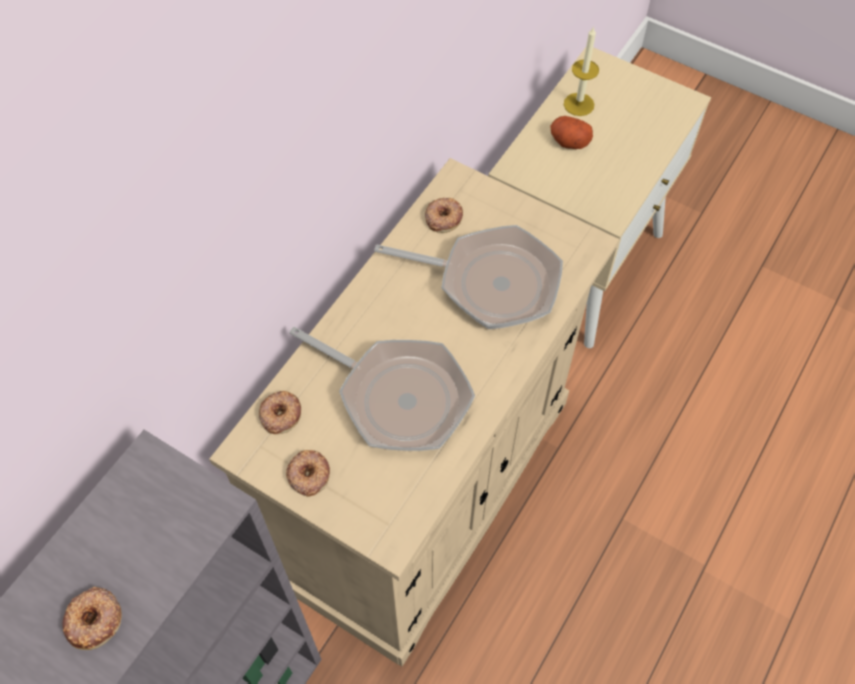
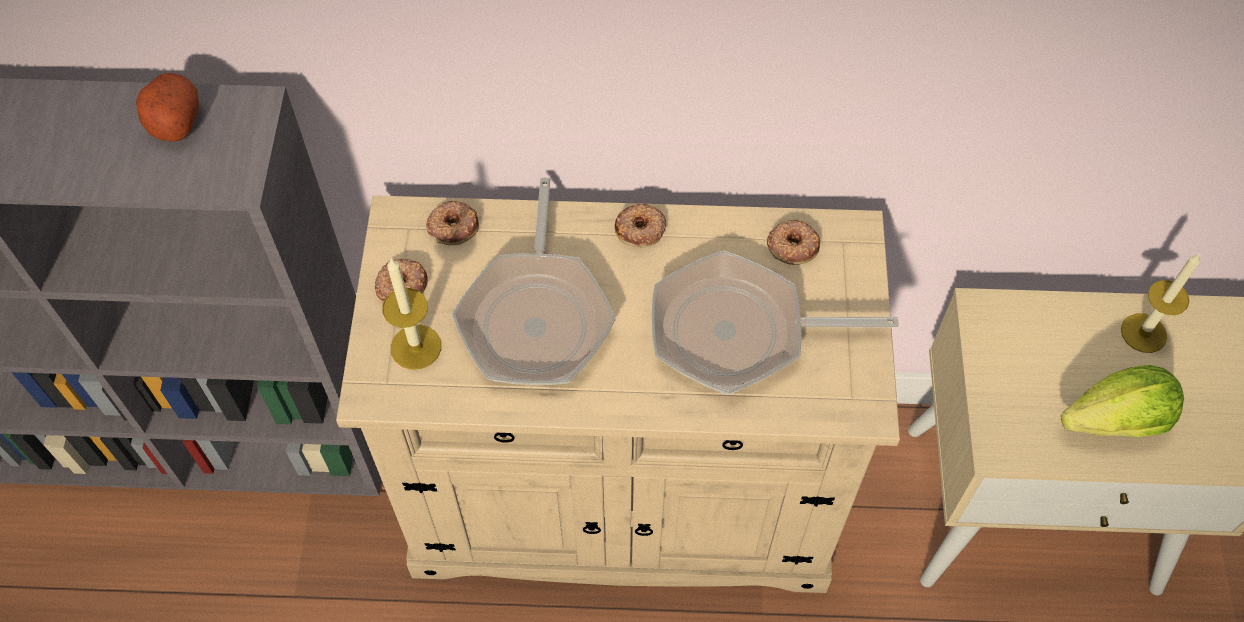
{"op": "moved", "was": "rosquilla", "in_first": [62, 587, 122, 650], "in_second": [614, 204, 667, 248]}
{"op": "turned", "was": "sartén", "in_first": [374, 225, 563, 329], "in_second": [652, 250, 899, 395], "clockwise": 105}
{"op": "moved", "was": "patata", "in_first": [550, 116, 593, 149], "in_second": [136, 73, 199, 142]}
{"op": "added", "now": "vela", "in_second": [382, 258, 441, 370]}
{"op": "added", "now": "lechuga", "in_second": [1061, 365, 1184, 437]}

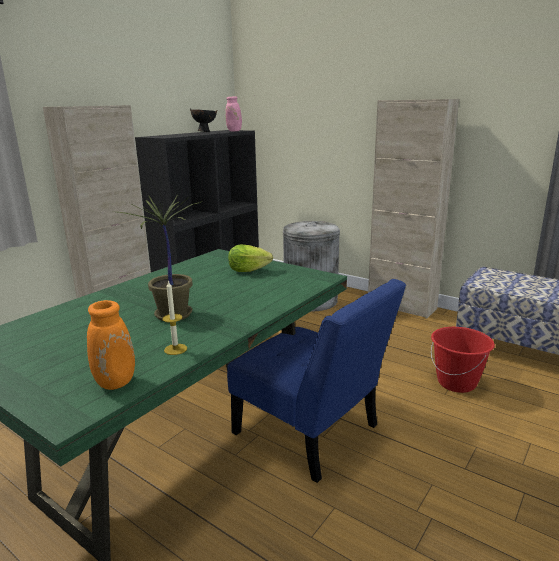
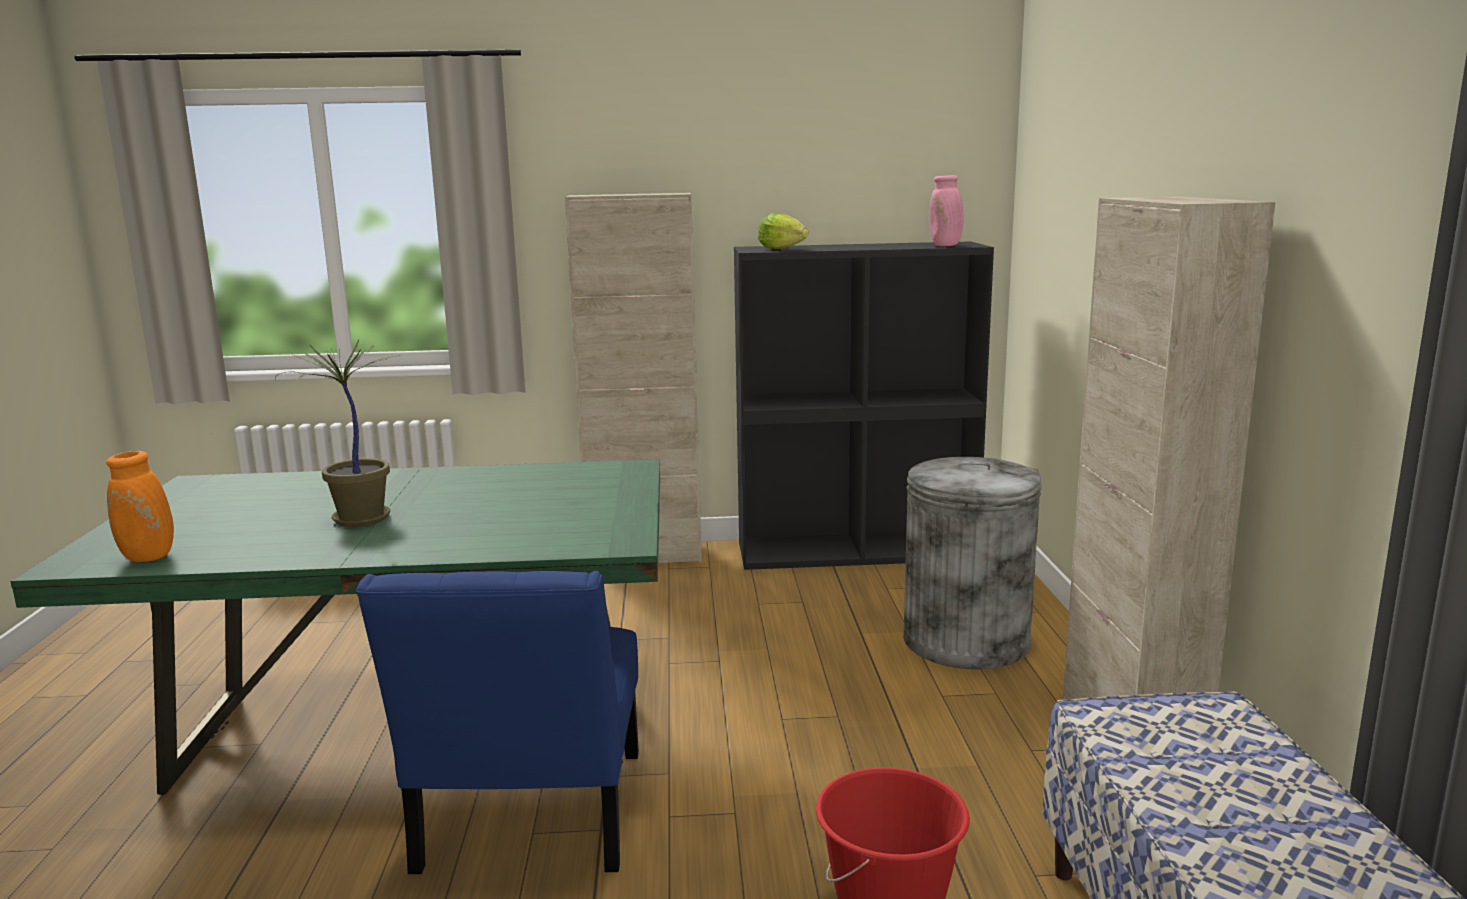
{"op": "removed", "was": "vela", "in_first": [162, 280, 187, 355]}
{"op": "removed", "was": "cuenco/negro", "in_first": [190, 109, 217, 132]}
{"op": "moved", "was": "lechuga", "in_first": [228, 245, 273, 272], "in_second": [758, 213, 808, 249]}

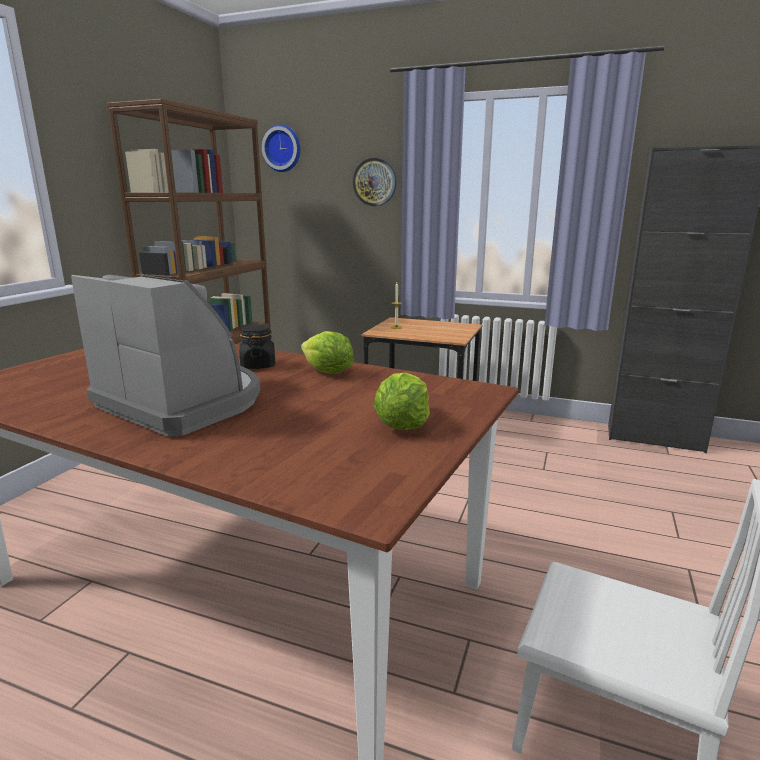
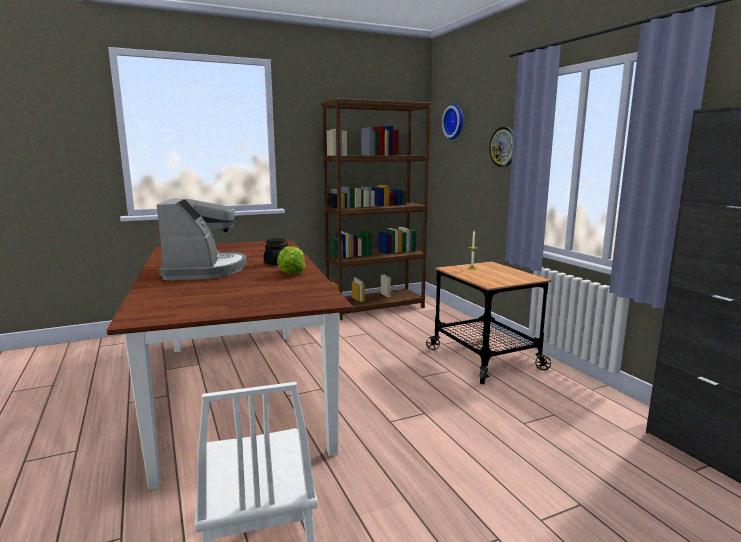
{"op": "removed", "was": "lechuga", "in_first": [374, 372, 430, 430]}

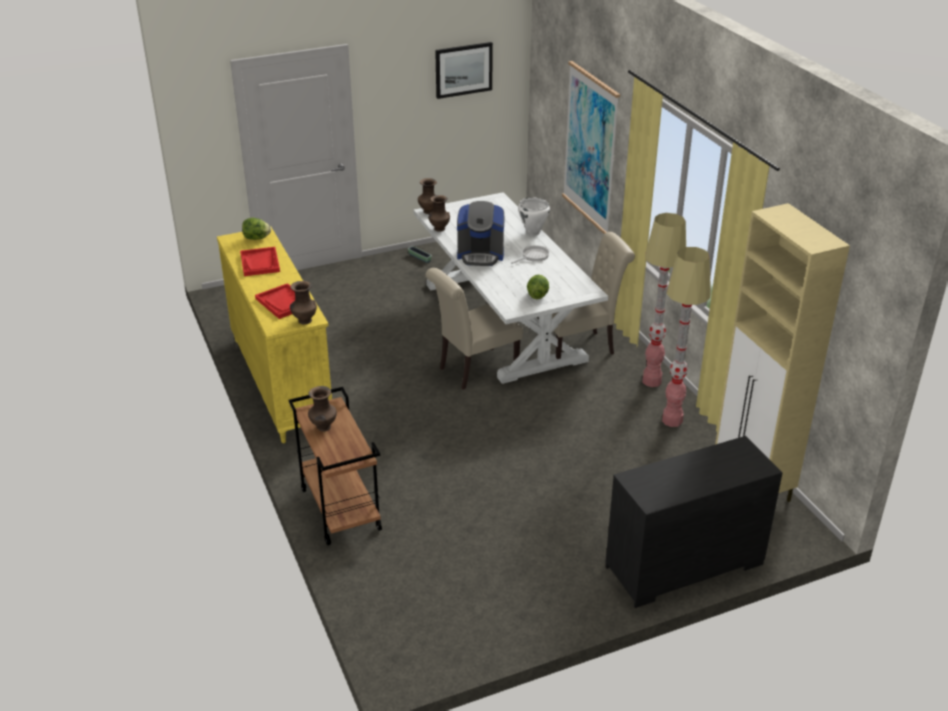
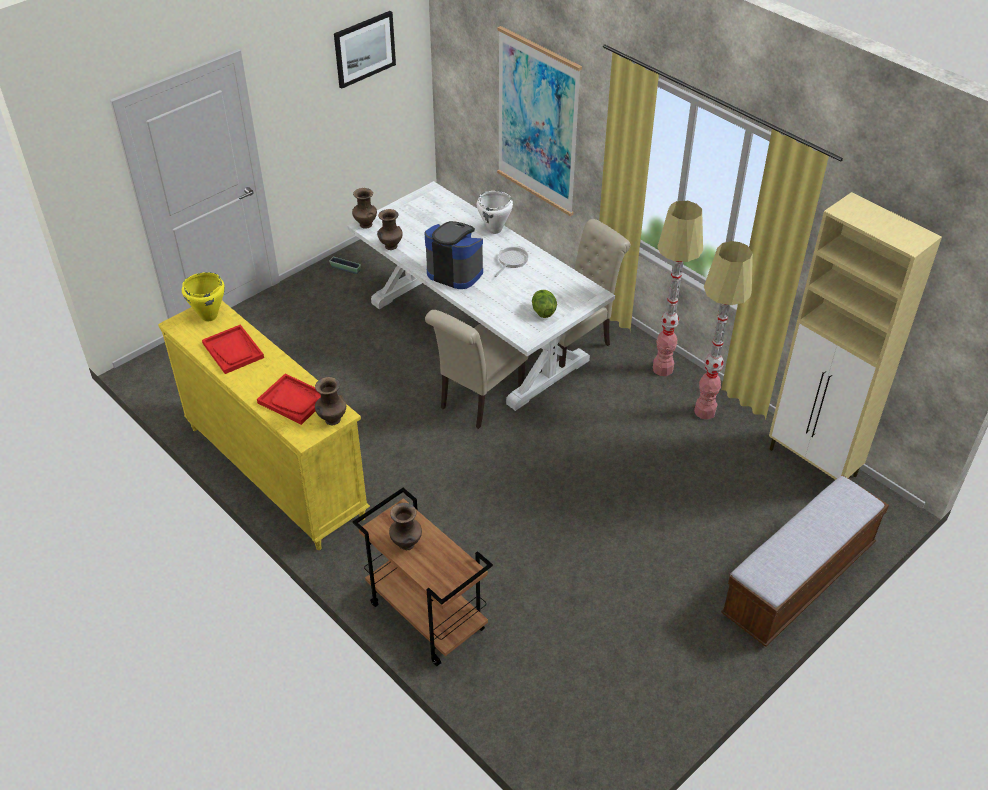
{"op": "replaced", "was": "lechuga", "now": "olla/amarillo", "in_first": [242, 218, 271, 240], "in_second": [182, 272, 225, 321]}
{"op": "turned", "was": "cafetera", "in_first": [457, 201, 504, 266], "in_second": [425, 221, 483, 289], "clockwise": -135}
{"op": "replaced", "was": "cómoda/negro", "now": "banco", "in_first": [605, 436, 782, 608], "in_second": [721, 475, 889, 647]}

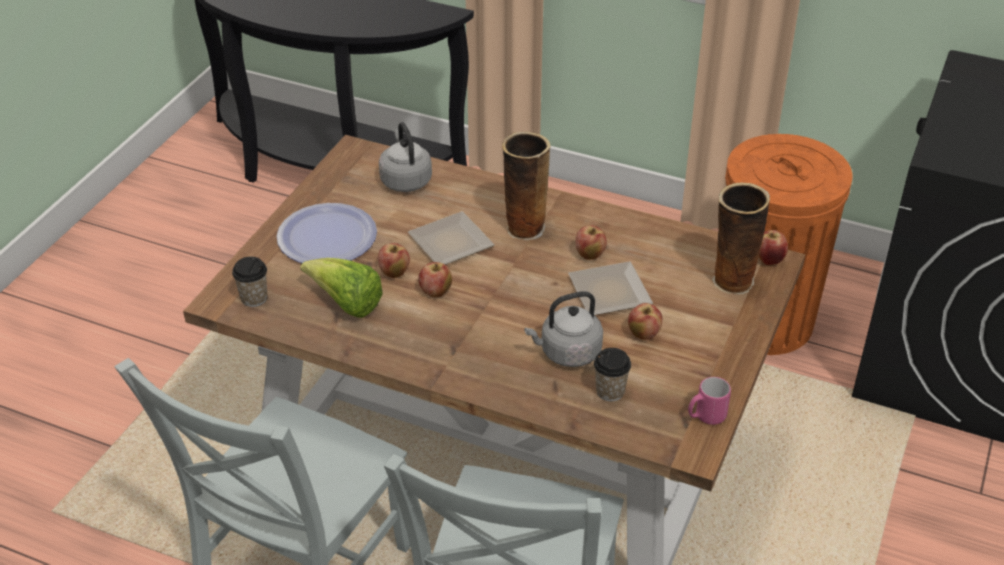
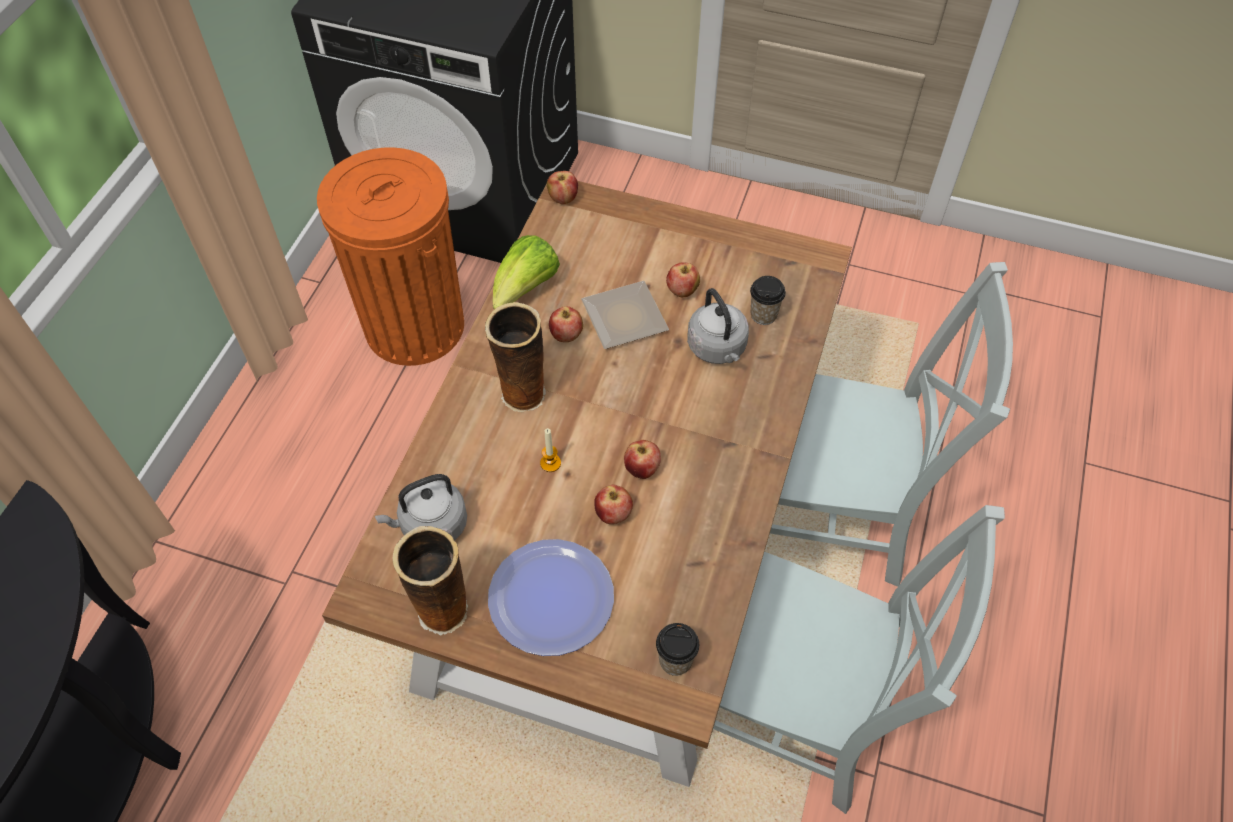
{"op": "moved", "was": "lechuga", "in_first": [300, 258, 383, 318], "in_second": [493, 235, 560, 309]}
{"op": "replaced", "was": "plato", "now": "vela", "in_first": [408, 211, 495, 265], "in_second": [540, 428, 561, 472]}
{"op": "removed", "was": "taza grande/rosa", "in_first": [688, 377, 731, 425]}
{"op": "moved", "was": "florero", "in_first": [712, 183, 770, 294], "in_second": [393, 526, 468, 636]}

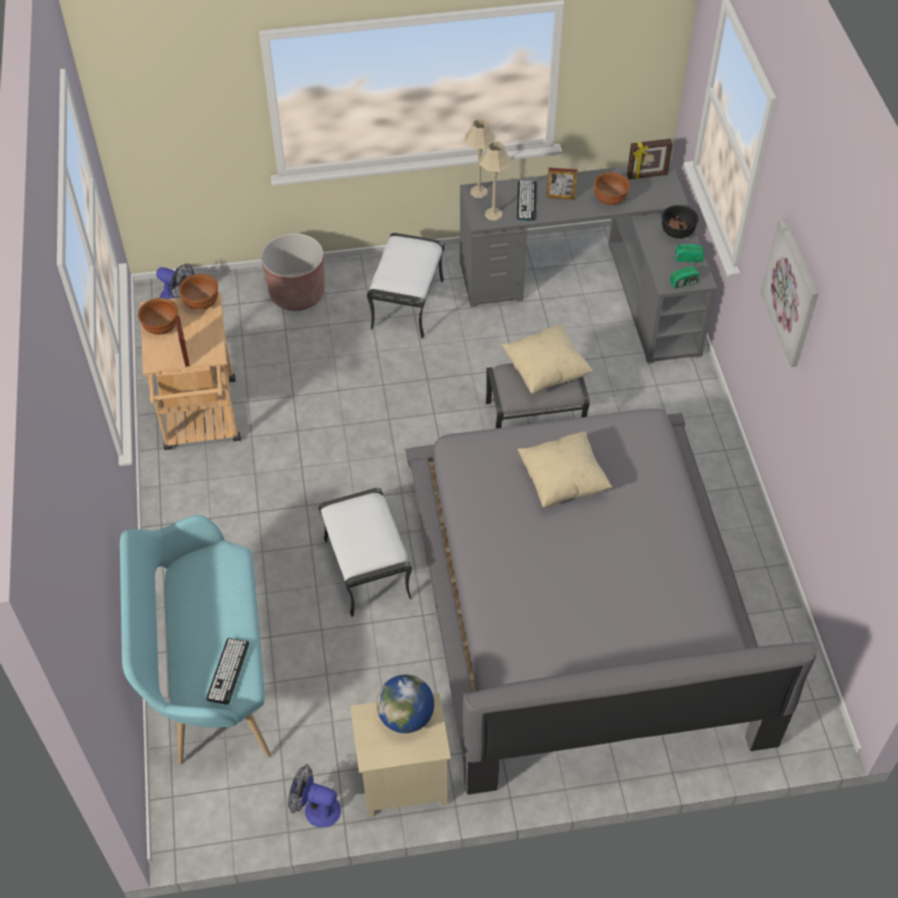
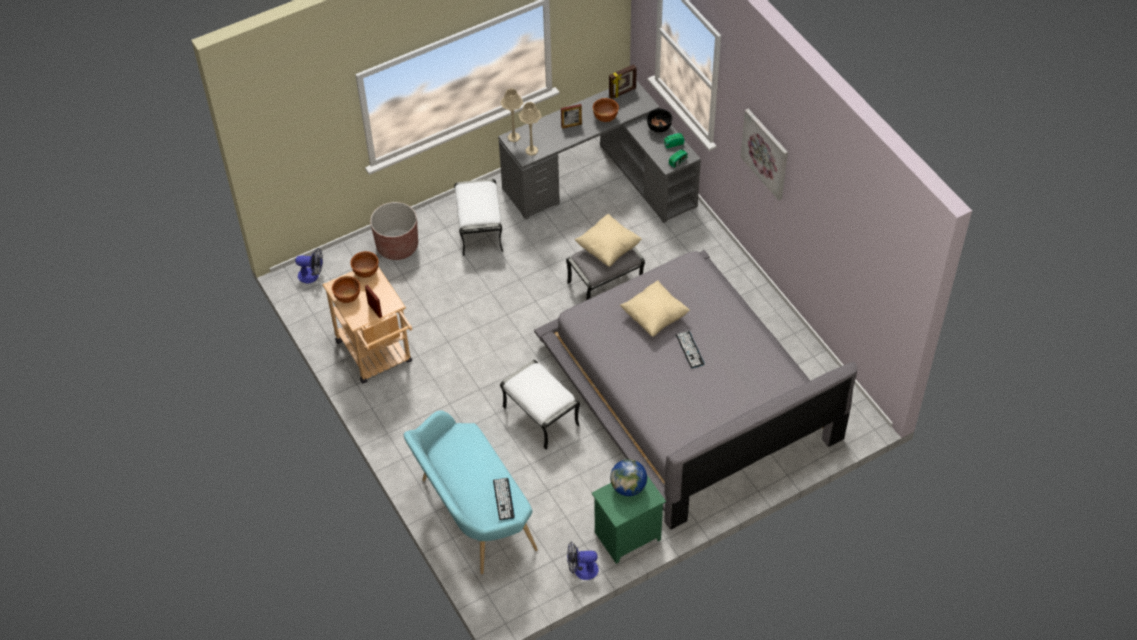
{"op": "recoloured", "was": "mesita de noche/beis", "now": "mesita de noche/verde", "in_first": [350, 693, 451, 817], "in_second": [592, 475, 666, 564]}
{"op": "moved", "was": "teclado", "in_first": [517, 181, 537, 221], "in_second": [676, 331, 705, 368]}

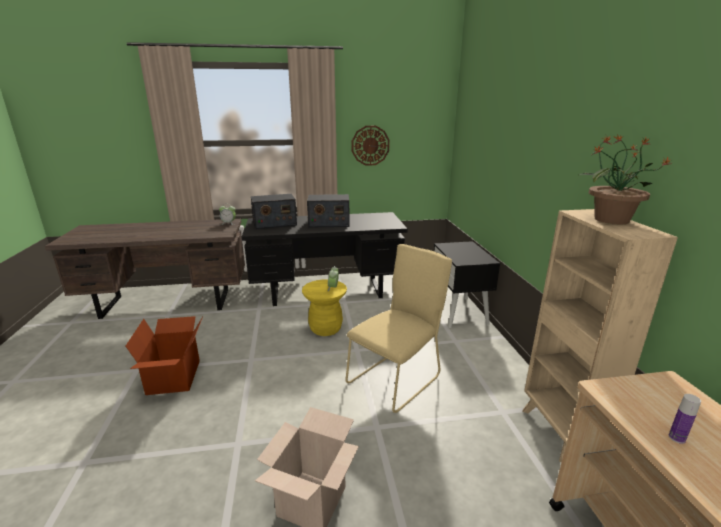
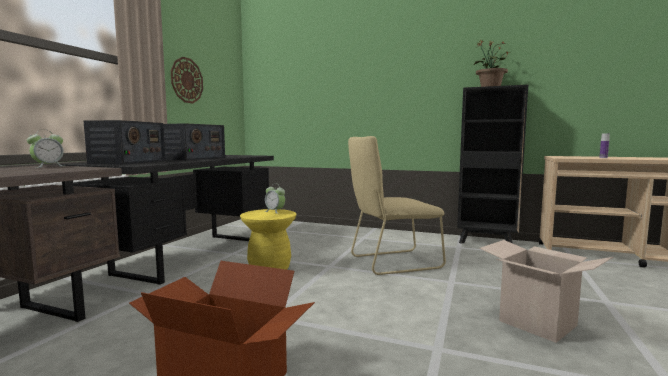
{"op": "turned", "was": "silla/beis", "in_first": [345, 244, 452, 413], "in_second": [348, 136, 446, 275], "clockwise": -90}
{"op": "removed", "was": "mesita de noche/negro", "in_first": [434, 241, 500, 328]}
{"op": "recoloured", "was": "estantería/beis", "now": "estantería/negro", "in_first": [522, 209, 678, 462], "in_second": [457, 85, 528, 244]}

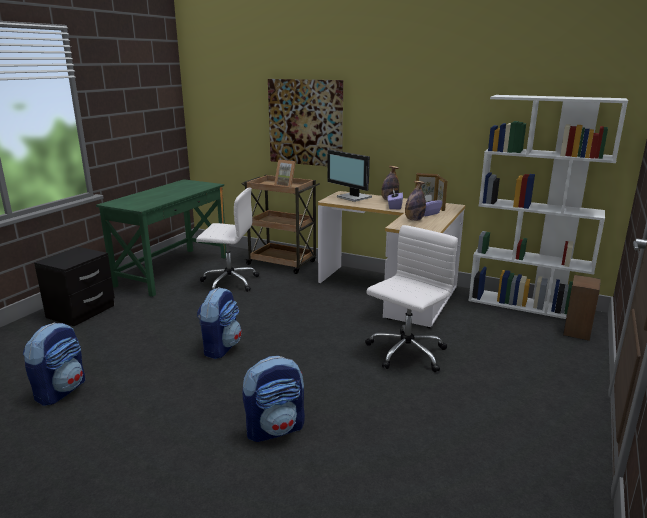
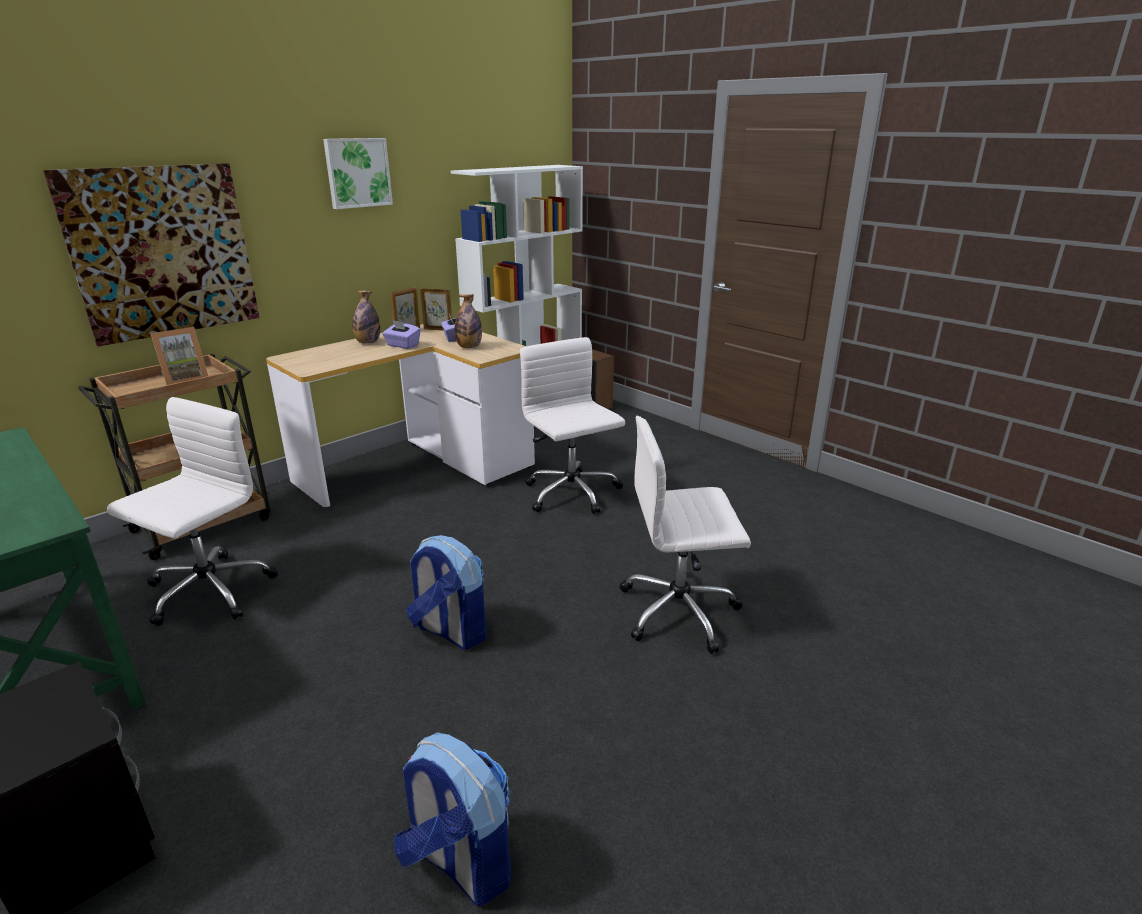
{"op": "replaced", "was": "mochila", "now": "silla de oficina/blanco", "in_first": [242, 356, 305, 442], "in_second": [620, 416, 751, 654]}
{"op": "removed", "was": "monitor", "in_first": [327, 150, 372, 202]}
{"op": "added", "now": "cuadro", "in_second": [323, 138, 393, 209]}

